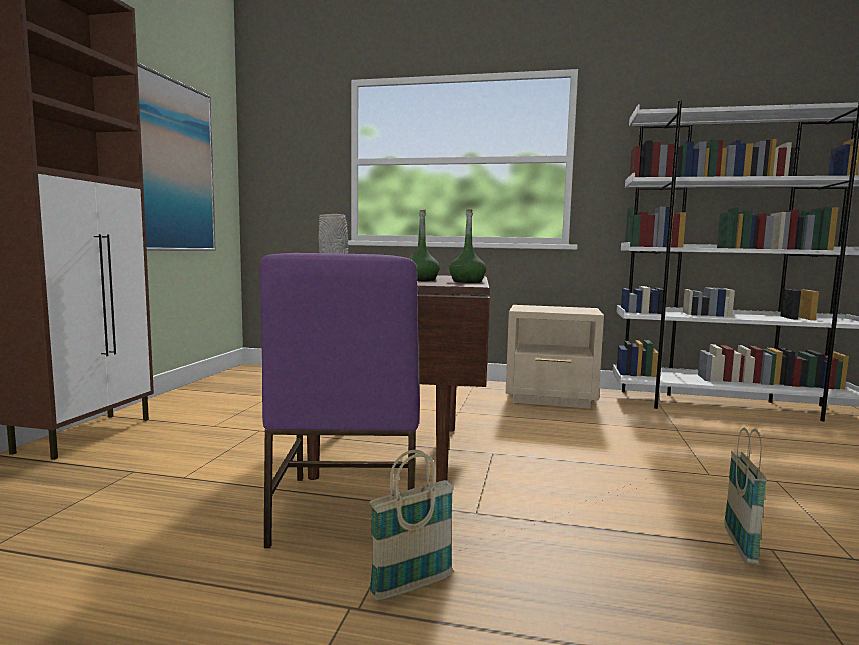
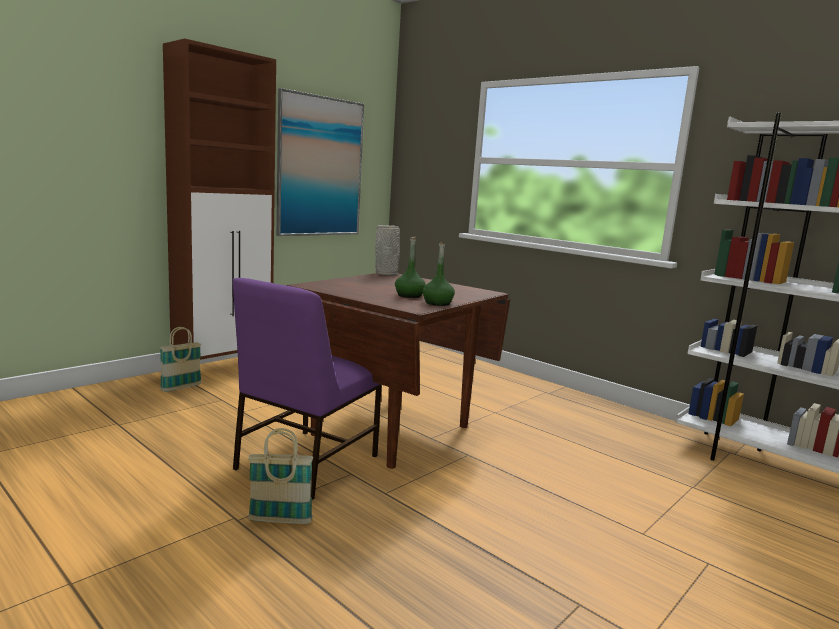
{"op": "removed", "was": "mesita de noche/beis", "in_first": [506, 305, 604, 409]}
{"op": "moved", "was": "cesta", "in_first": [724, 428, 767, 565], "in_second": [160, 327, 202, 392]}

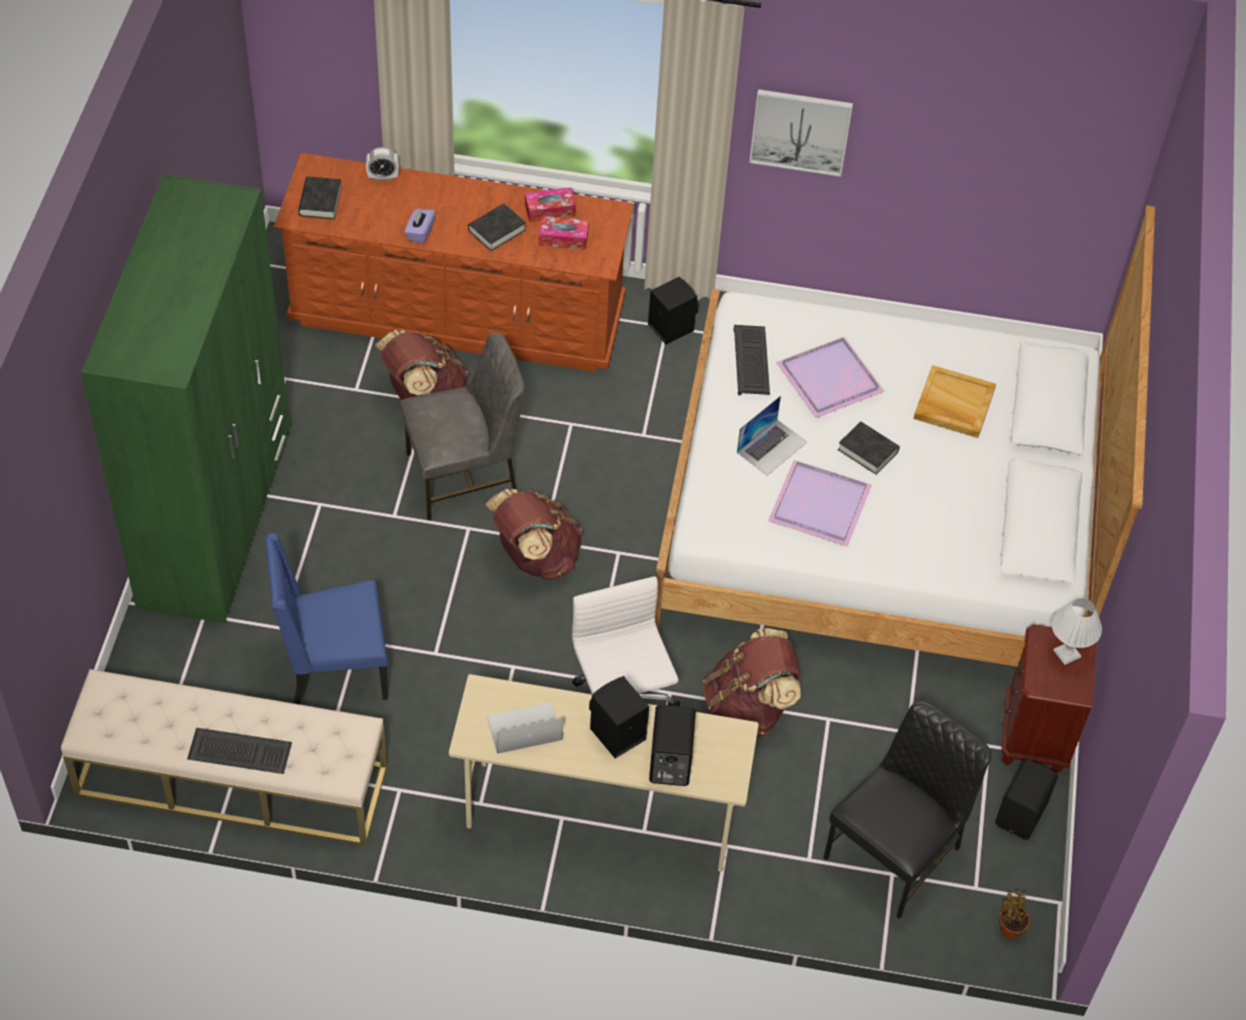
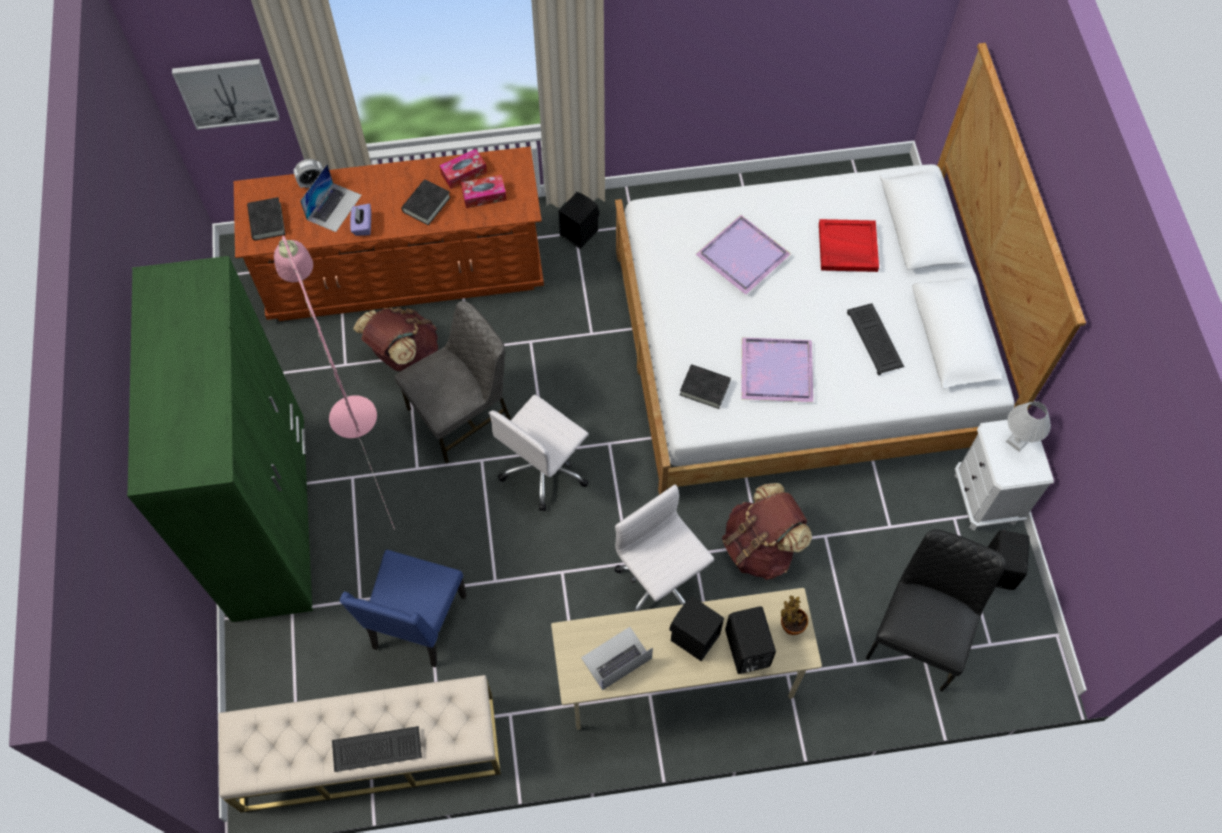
{"op": "turned", "was": "silla/azul", "in_first": [265, 533, 388, 704], "in_second": [340, 550, 466, 668], "clockwise": -45}
{"op": "replaced", "was": "mochila/marrón", "now": "silla de oficina/blanco", "in_first": [485, 489, 583, 580], "in_second": [488, 395, 589, 511]}
{"op": "moved", "was": "teclado", "in_first": [734, 325, 770, 395], "in_second": [847, 303, 904, 375]}
{"op": "moved", "was": "portátil", "in_first": [737, 395, 807, 476], "in_second": [300, 164, 362, 232]}
{"op": "moved", "was": "cuadro", "in_first": [749, 89, 853, 177], "in_second": [172, 59, 279, 130]}
{"op": "moved", "was": "libro/negro", "in_first": [838, 421, 900, 475], "in_second": [680, 364, 731, 409]}
{"op": "recoloured", "was": "bandeja/beis", "now": "bandeja/rojo", "in_first": [913, 365, 996, 438], "in_second": [819, 219, 879, 272]}
{"op": "moved", "was": "planta en maceta", "in_first": [999, 890, 1030, 939], "in_second": [781, 596, 808, 635]}
{"op": "recoloured", "was": "mesita de noche/marrón", "now": "mesita de noche/blanco", "in_first": [1001, 624, 1096, 773], "in_second": [954, 416, 1054, 531]}
{"op": "added", "now": "lámpara de pie/rosa", "in_second": [274, 236, 395, 530]}

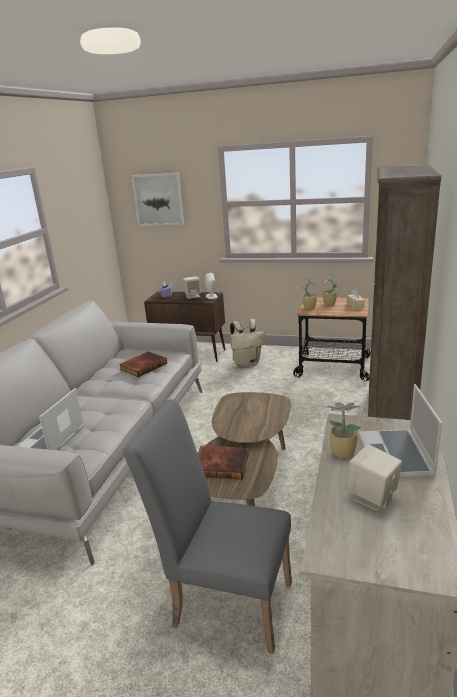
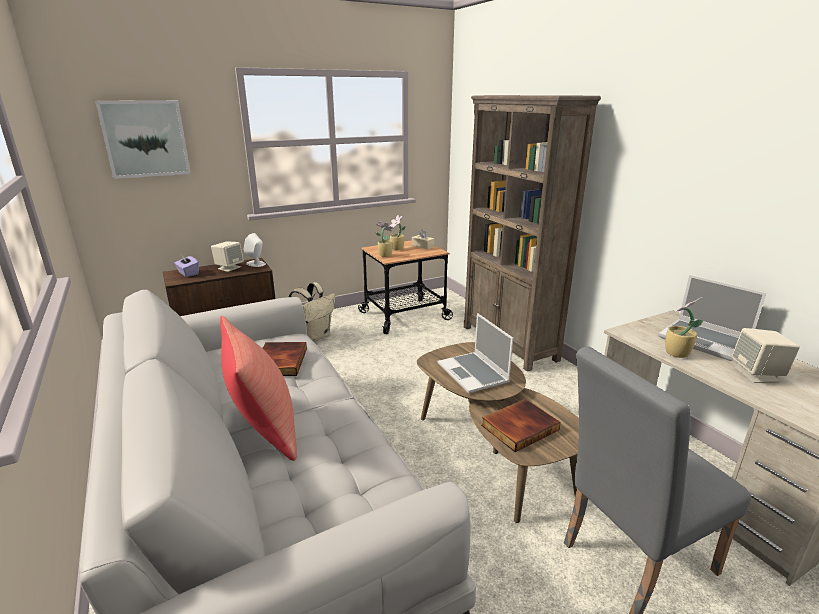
{"op": "moved", "was": "portátil", "in_first": [17, 388, 84, 451], "in_second": [438, 313, 513, 393]}
{"op": "added", "now": "cojín/rojo", "in_second": [220, 316, 297, 461]}

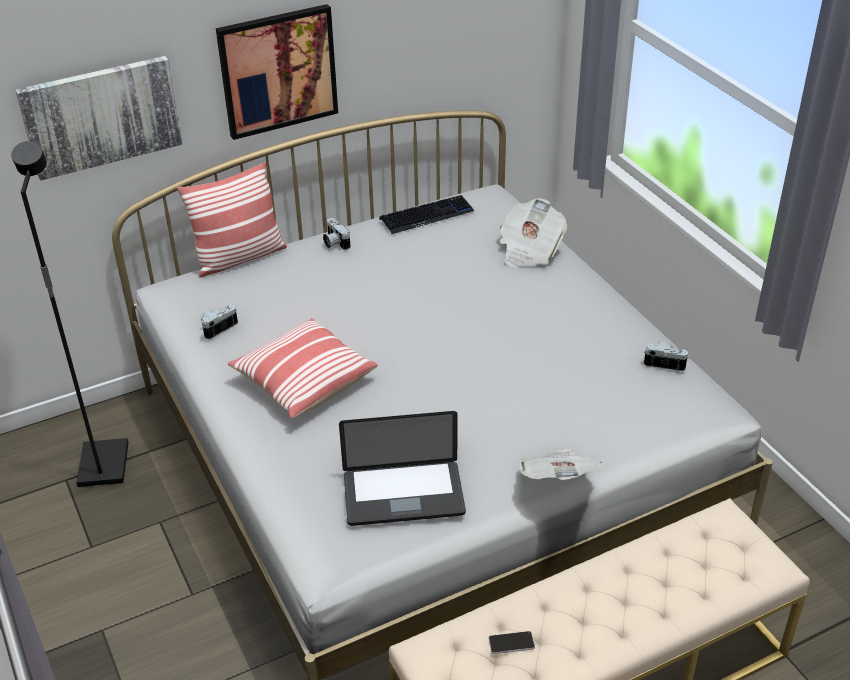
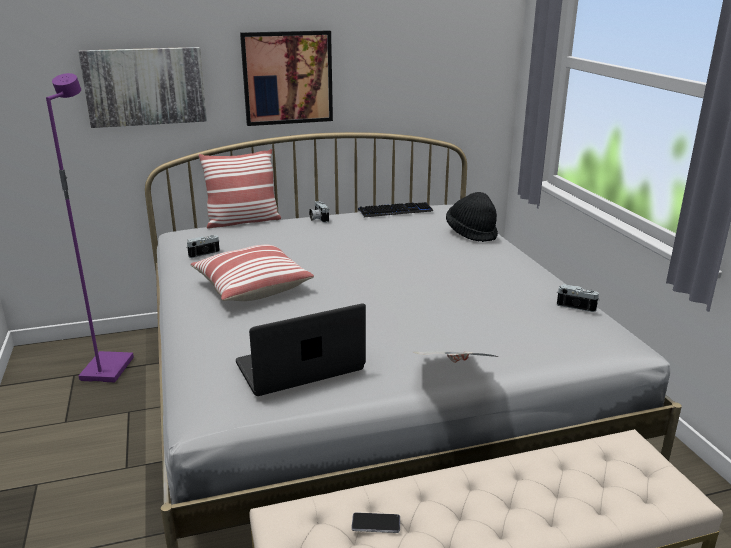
{"op": "recoloured", "was": "lámpara de pie/negro", "now": "lámpara de pie/morado", "in_first": [11, 141, 129, 487], "in_second": [46, 73, 134, 382]}
{"op": "turned", "was": "portátil", "in_first": [339, 411, 466, 526], "in_second": [236, 303, 366, 396], "clockwise": 150}
{"op": "replaced", "was": "periódico", "now": "sombrero/negro", "in_first": [500, 198, 567, 267], "in_second": [446, 192, 498, 242]}

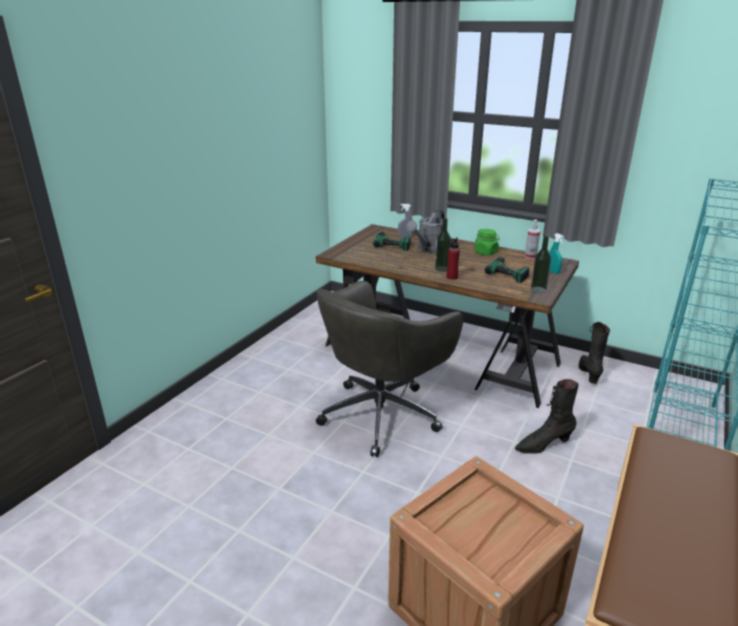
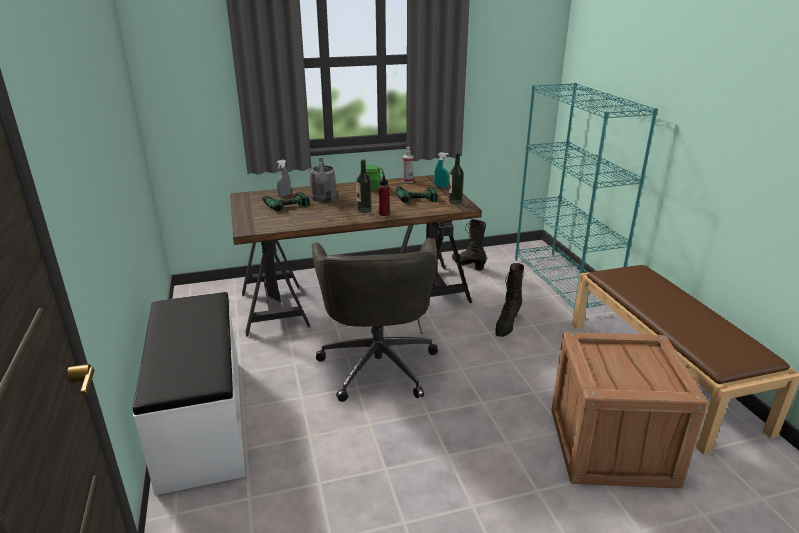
{"op": "added", "now": "banco/blanco", "in_second": [133, 292, 246, 495]}

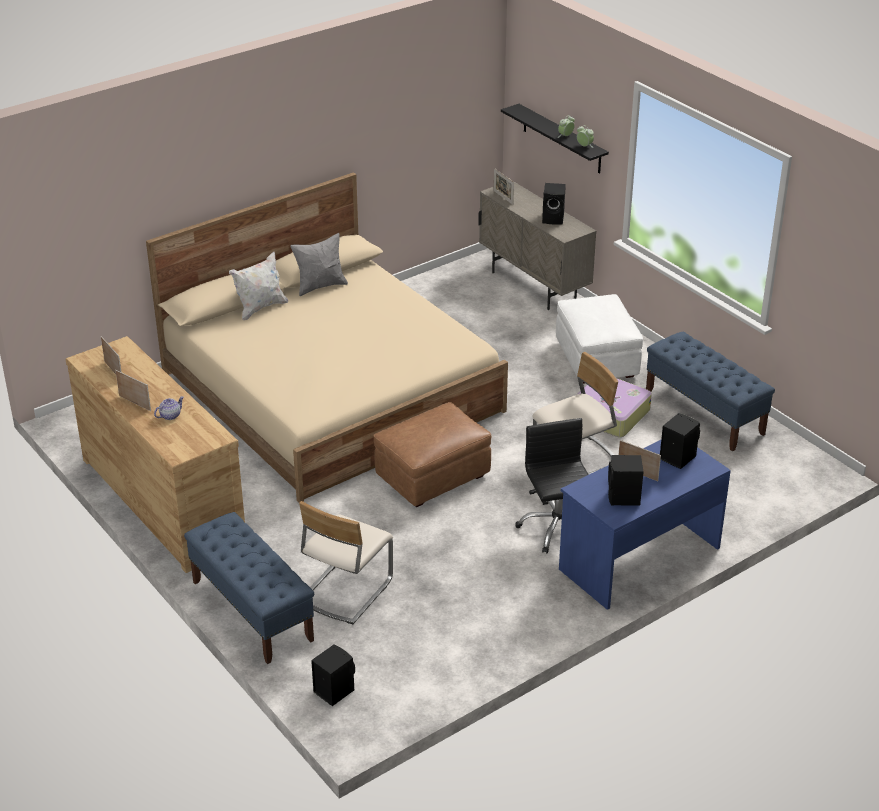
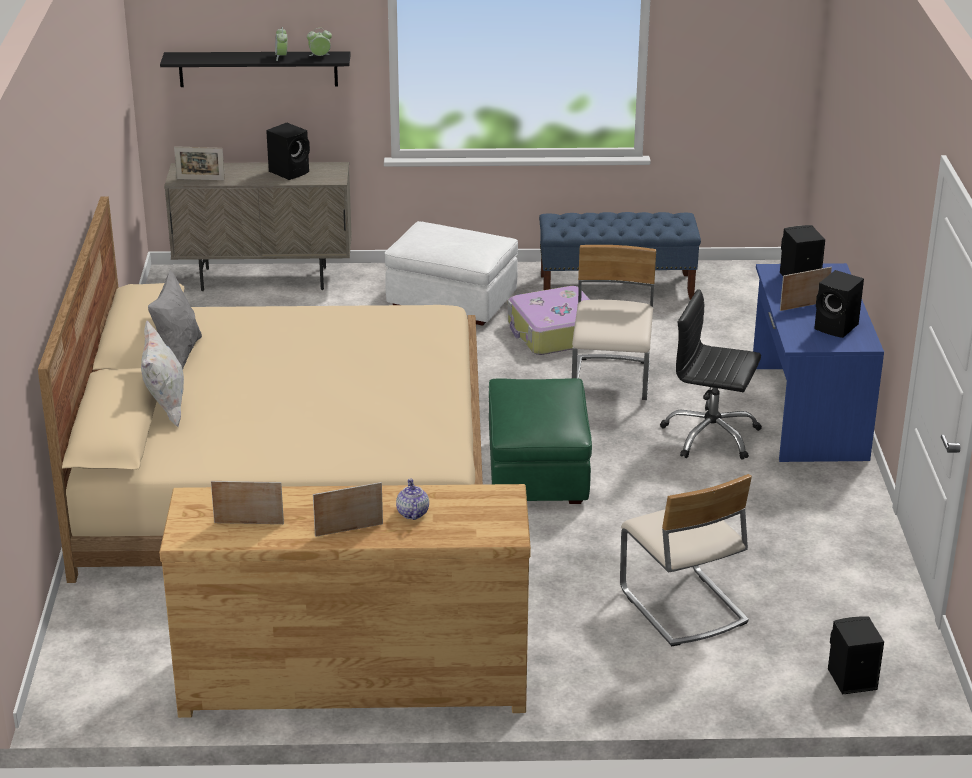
{"op": "removed", "was": "banco/azul", "in_first": [184, 512, 314, 664]}
{"op": "recoloured", "was": "puf/marrón", "now": "puf/verde", "in_first": [373, 402, 491, 507], "in_second": [489, 378, 592, 504]}

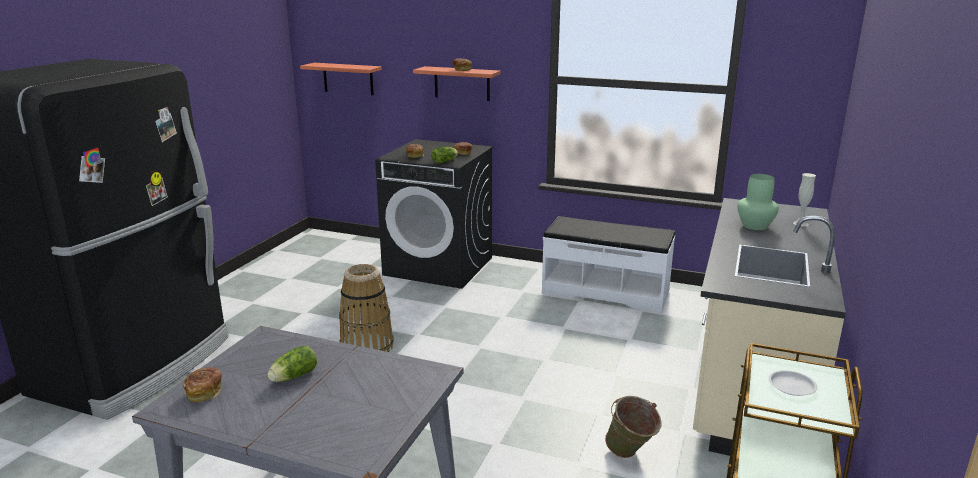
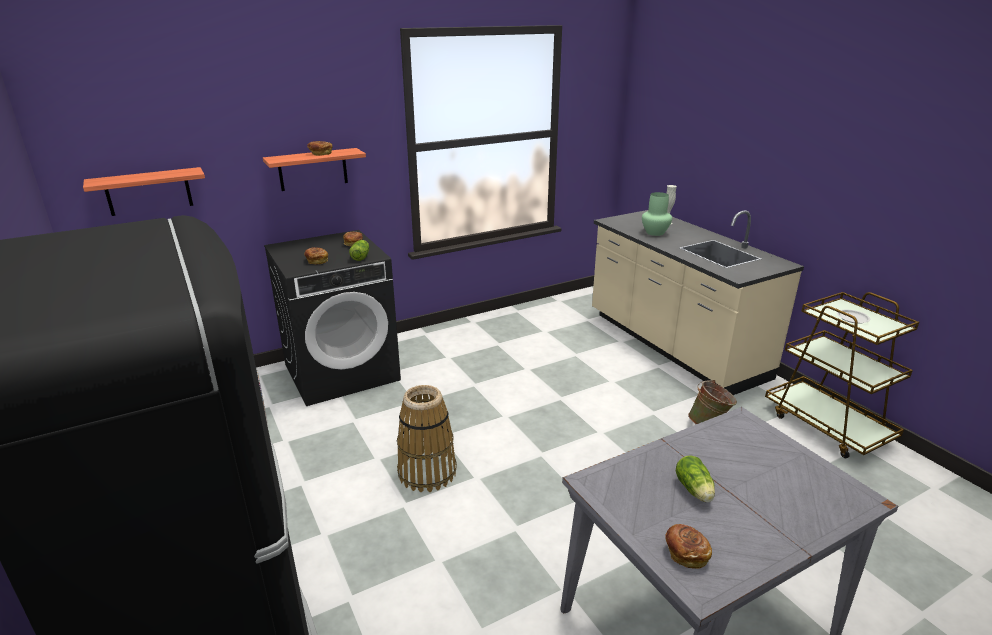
{"op": "removed", "was": "banco/blanco", "in_first": [542, 216, 675, 313]}

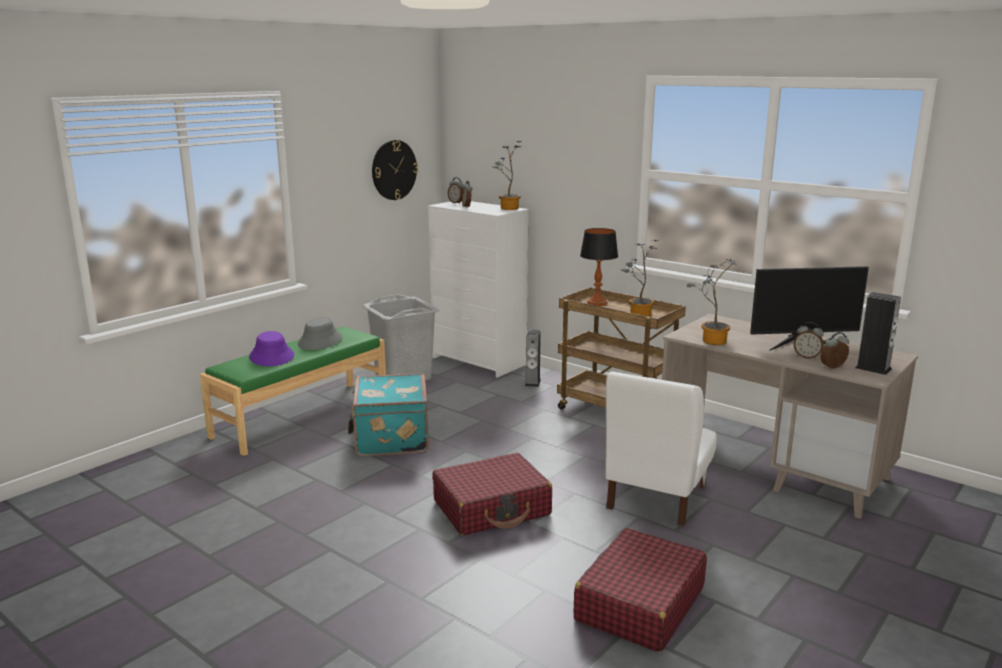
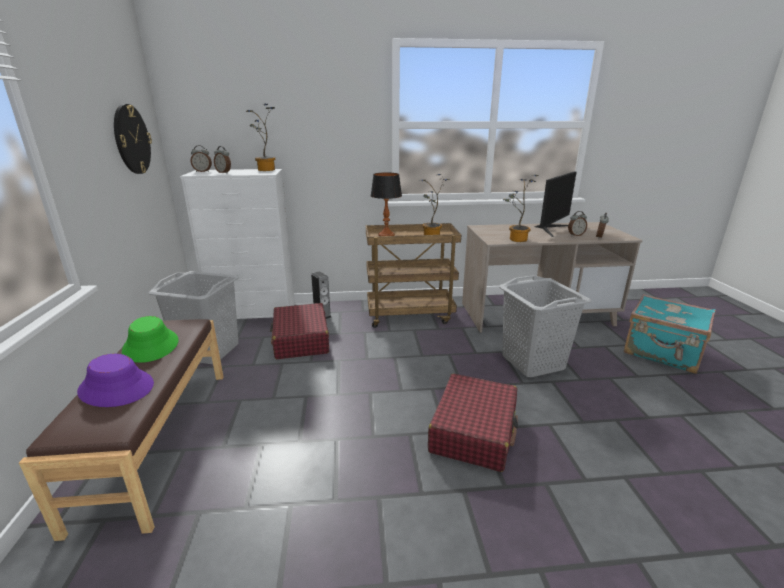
{"op": "recoloured", "was": "banco/verde", "now": "banco/marrón", "in_first": [200, 327, 386, 456], "in_second": [19, 319, 224, 541]}
{"op": "recoloured", "was": "sombrero/gris", "now": "sombrero/verde", "in_first": [298, 317, 343, 350], "in_second": [122, 316, 179, 363]}
{"op": "moved", "was": "maleta/turquesa", "in_first": [348, 373, 429, 456], "in_second": [624, 294, 716, 374]}
{"op": "moved", "was": "maleta/rojo", "in_first": [574, 528, 707, 652], "in_second": [270, 303, 329, 359]}
{"op": "replaced", "was": "silla/blanco", "now": "cesto de la ropa/gris", "in_first": [605, 372, 717, 526], "in_second": [499, 275, 592, 377]}
{"op": "removed", "was": "altavoz", "in_first": [855, 292, 901, 375]}

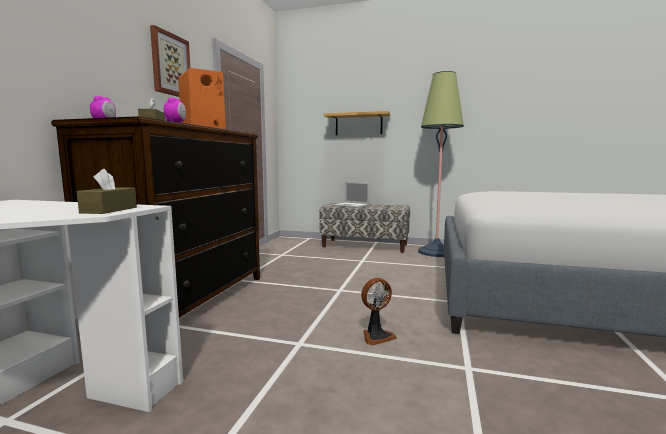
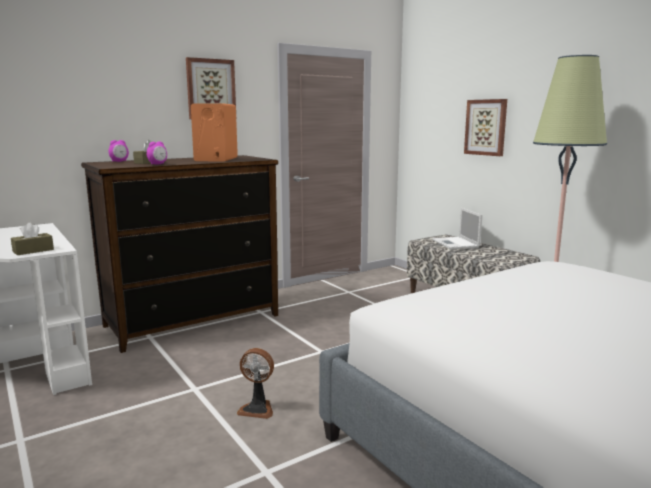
{"op": "replaced", "was": "estante", "now": "cuadro", "in_first": [324, 111, 390, 135], "in_second": [464, 99, 507, 156]}

